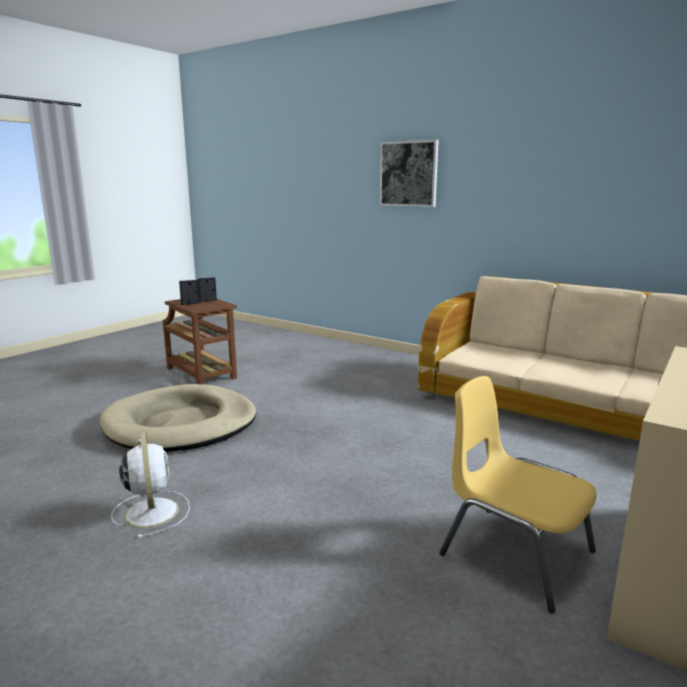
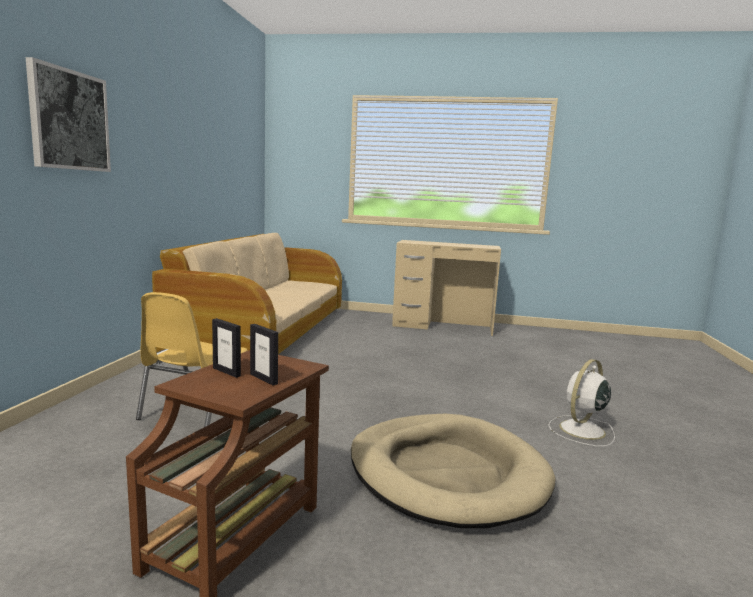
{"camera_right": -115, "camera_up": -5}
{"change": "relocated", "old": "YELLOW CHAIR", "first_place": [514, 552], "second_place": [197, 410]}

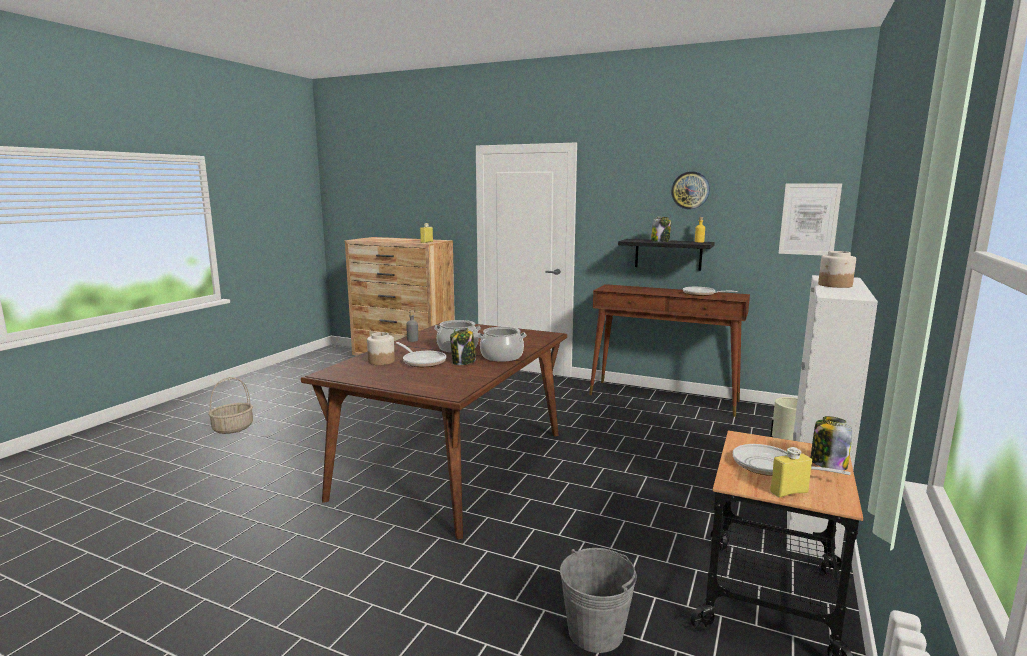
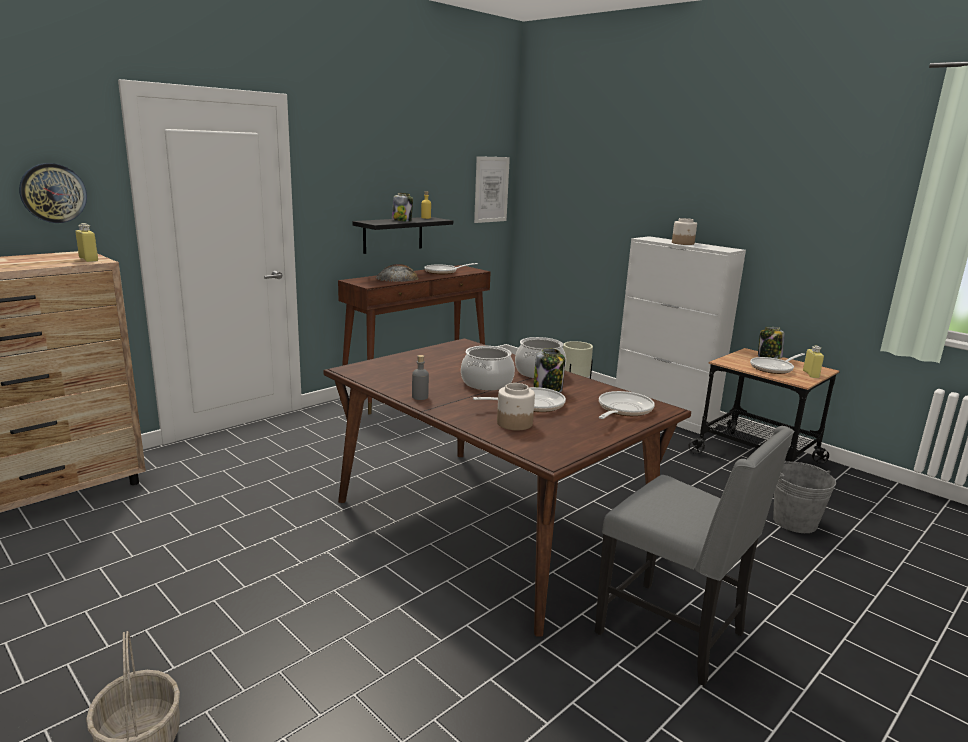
{"camera_right": -70, "camera_up": 5}
{"change": "appeared", "new": "BREAD", "second_place": [397, 278]}
{"change": "appeared", "new": "GREY CHAIR", "second_place": [674, 633]}
{"change": "appeared", "new": "FRYING PAN", "second_place": [623, 410]}
{"change": "relocated", "old": "WALL CLOCK", "first_place": [690, 190], "second_place": [53, 193]}

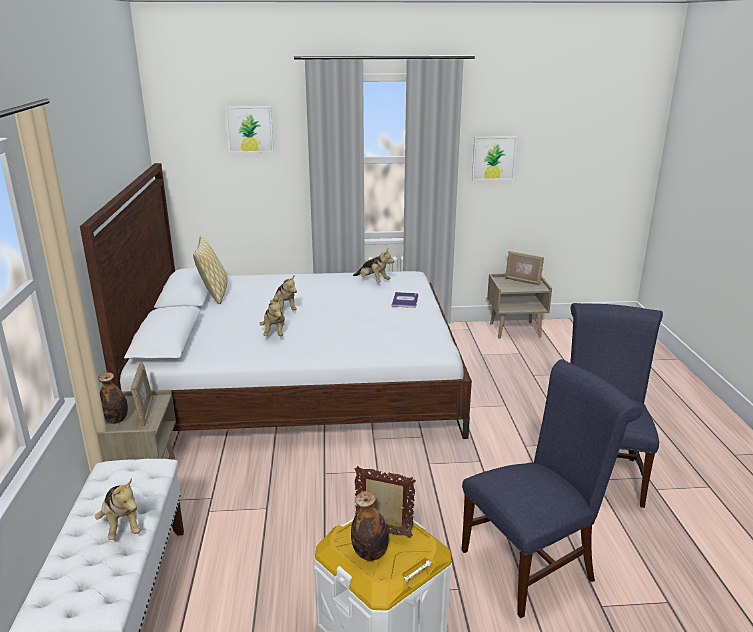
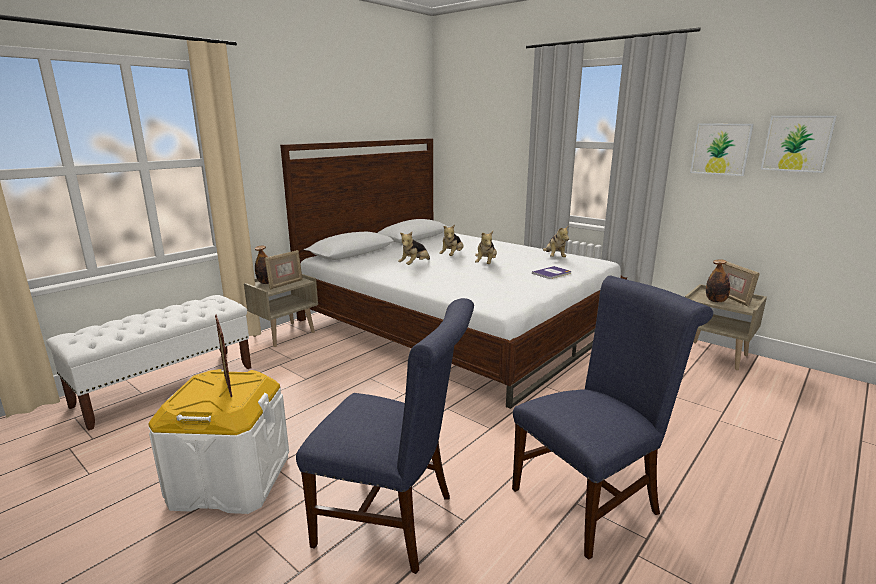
{"camera_right": 45, "camera_up": -5}
{"change": "missing", "old": "PILLOW", "first_place": [214, 294]}
{"change": "relocated", "old": "PLUSH TOY", "first_place": [122, 525], "second_place": [486, 264]}
{"change": "relocated", "old": "PICTURE", "first_place": [250, 129], "second_place": [797, 143]}
{"change": "relocated", "old": "BOTTLE", "first_place": [370, 553], "second_place": [715, 301]}

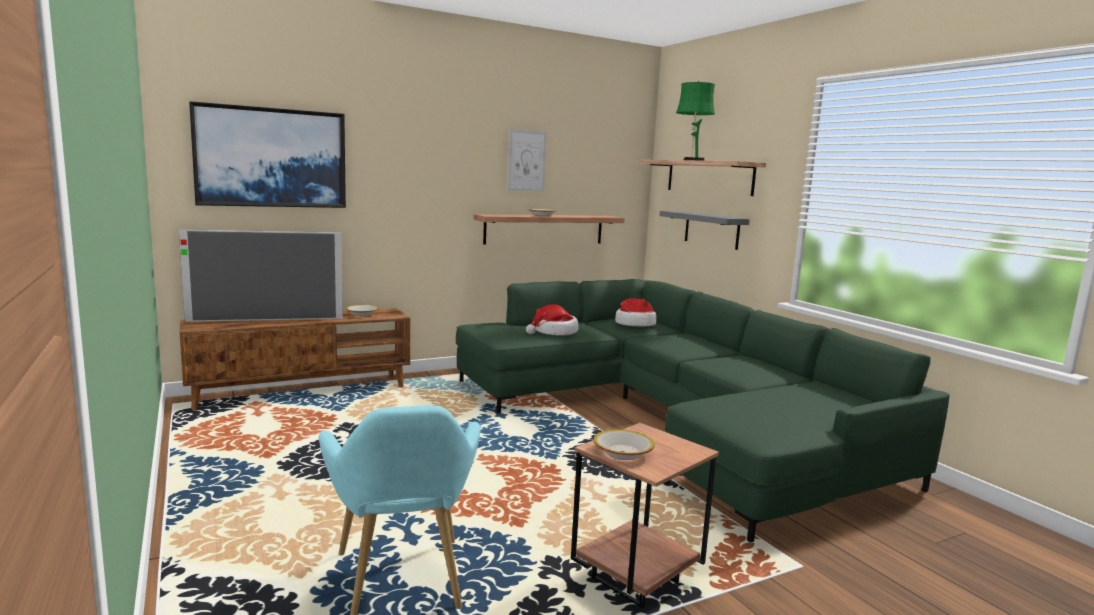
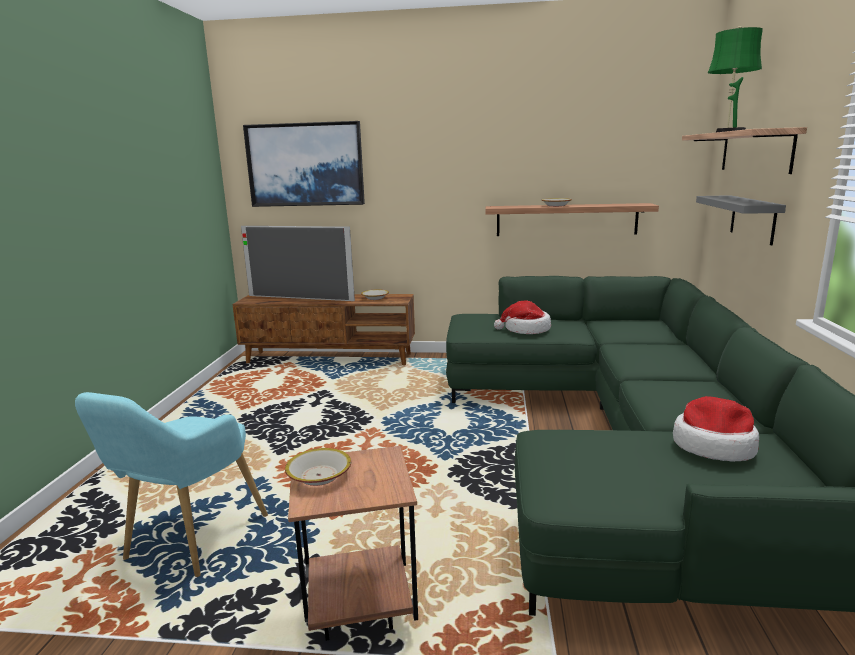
{"camera_right": 35, "camera_up": 5}
{"change": "missing", "old": "PICTURE", "first_place": [526, 161]}
{"change": "relocated", "old": "HAT", "first_place": [634, 324], "second_place": [713, 446]}

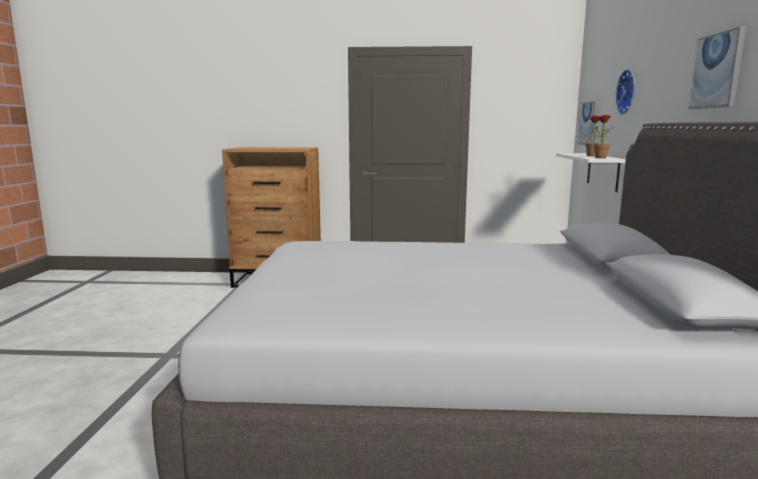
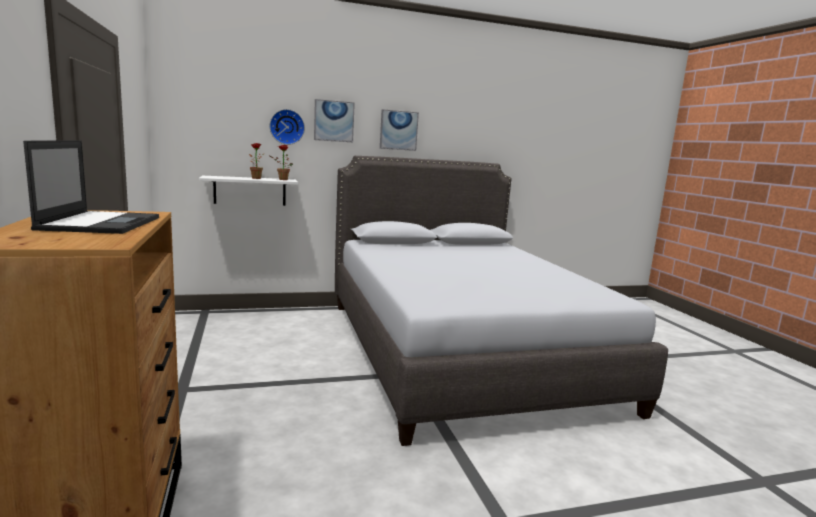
{"camera_right": -110, "camera_up": 0}
{"change": "appeared", "new": "LAPTOP", "second_place": [101, 223]}
{"change": "relocated", "old": "PICTURE", "first_place": [588, 123], "second_place": [334, 121]}

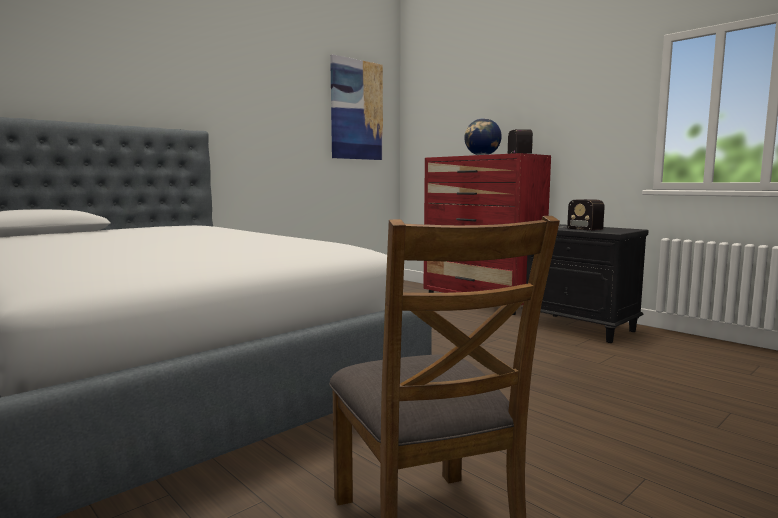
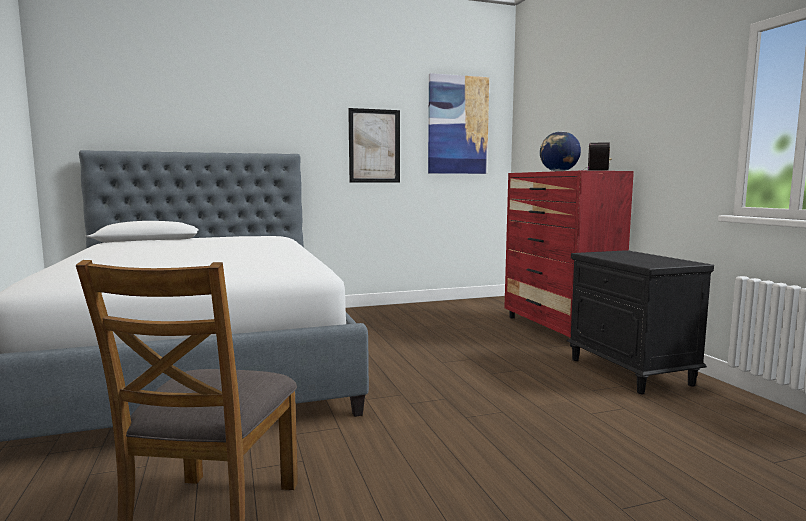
{"camera_right": 25, "camera_up": 0}
{"change": "missing", "old": "RADIO", "first_place": [577, 228]}
{"change": "appeared", "new": "PICTURE", "second_place": [374, 146]}

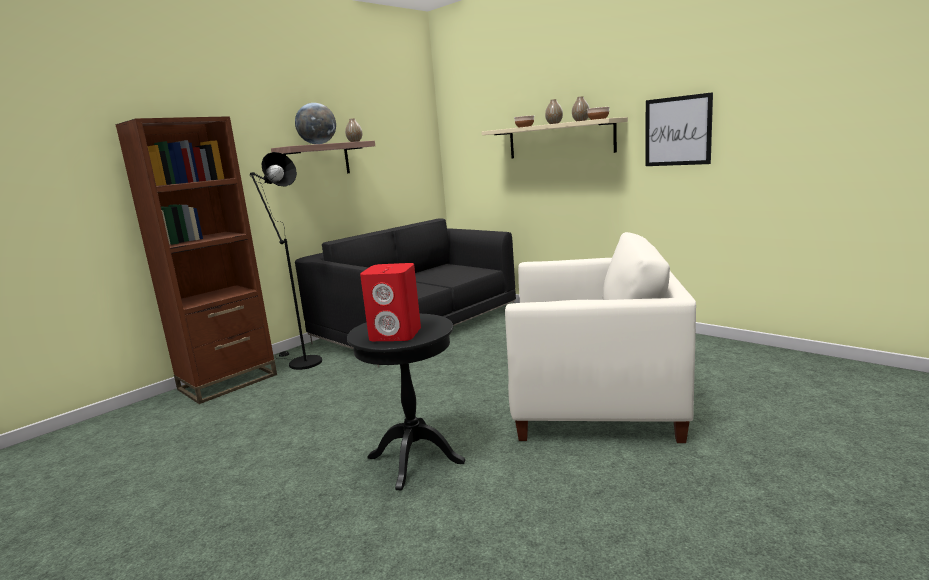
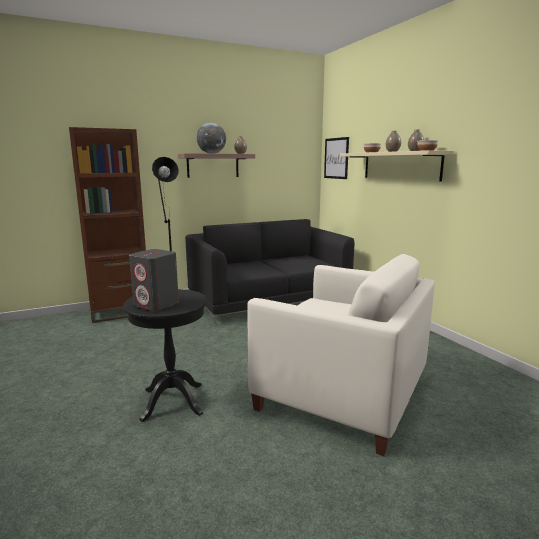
{"camera_right": 20, "camera_up": 0}
{"change": "relocated", "old": "PICTURE", "first_place": [677, 131], "second_place": [336, 158]}
{"change": "colour", "old": "RED SPEAKER", "new": "GREY SPEAKER", "first_place": [396, 334], "second_place": [156, 304]}

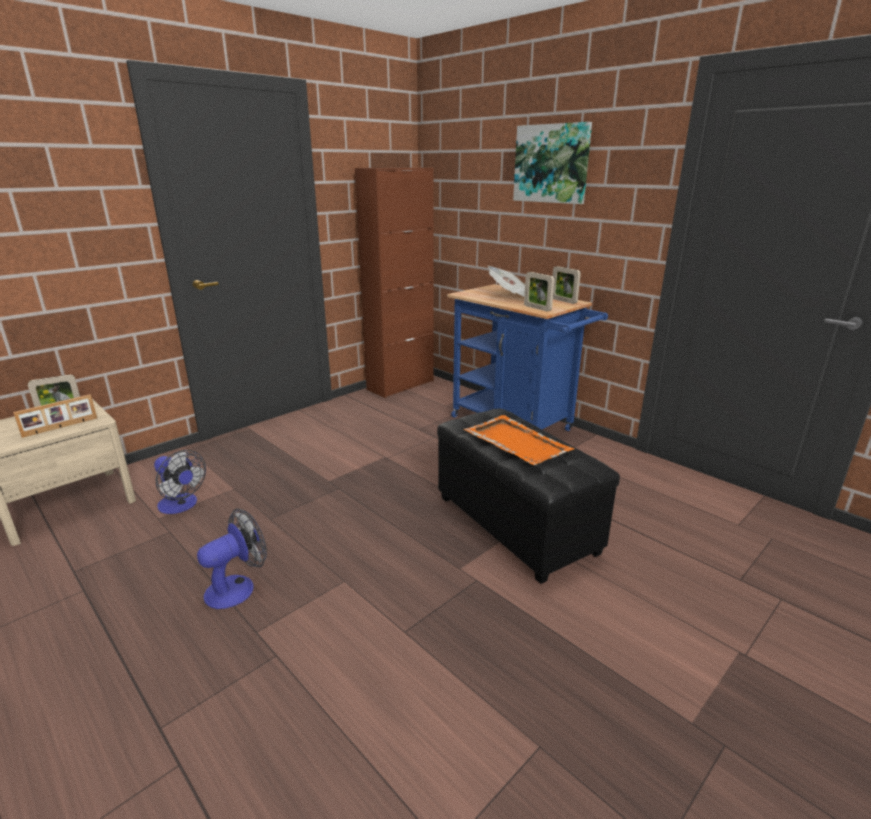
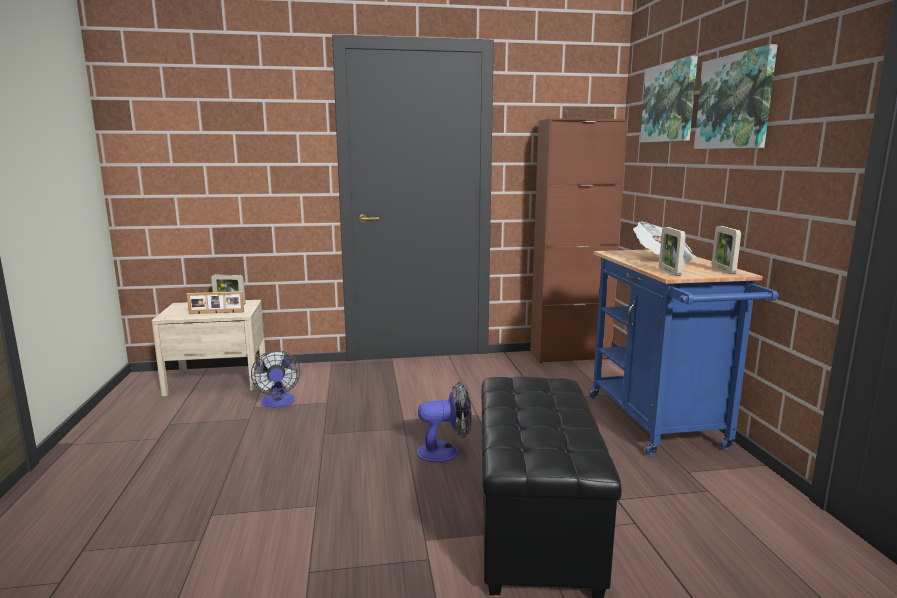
{"camera_right": 35, "camera_up": -10}
{"change": "missing", "old": "ORANGE TRAY", "first_place": [516, 442]}
{"change": "appeared", "new": "PICTURE", "second_place": [669, 103]}
{"change": "relocated", "old": "FAN", "first_place": [238, 587], "second_place": [445, 451]}

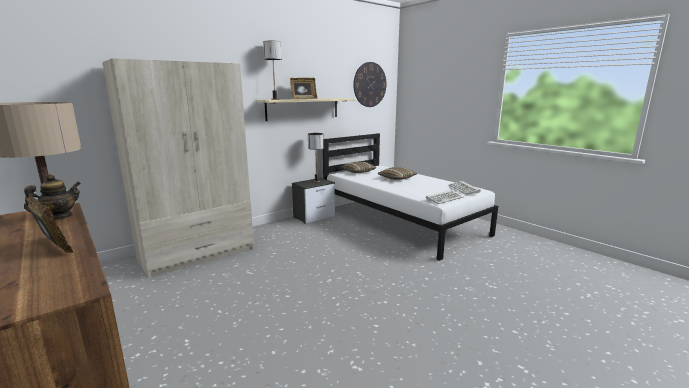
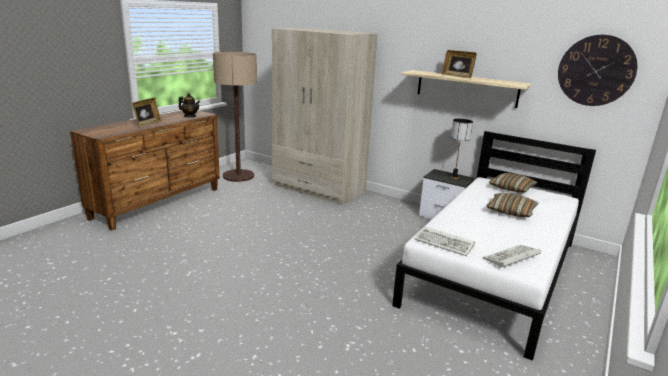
{"camera_right": 70, "camera_up": 5}
{"change": "missing", "old": "TABLE LAMP", "first_place": [275, 99]}

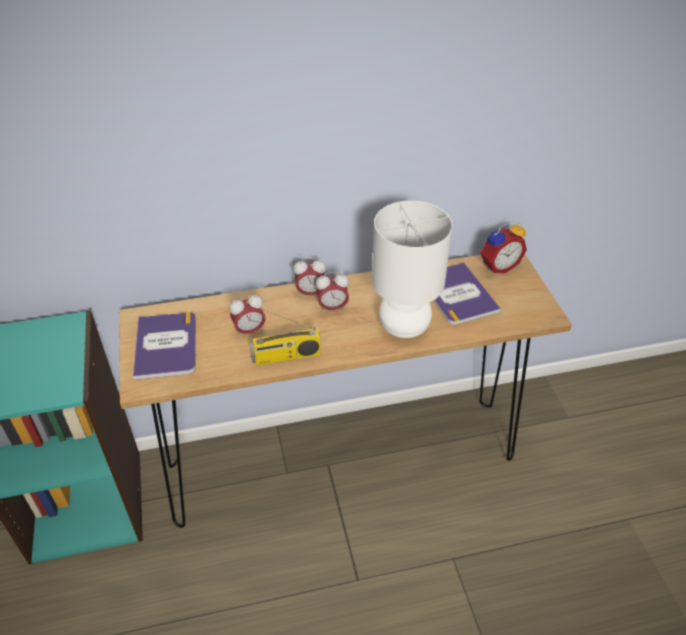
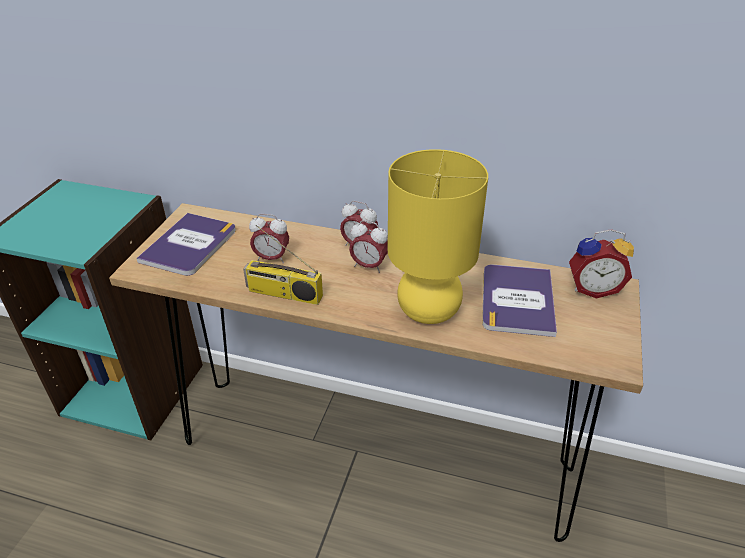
{"camera_right": 30, "camera_up": -5}
{"change": "colour", "old": "WHITE TABLE LAMP", "new": "YELLOW TABLE LAMP", "first_place": [405, 327], "second_place": [429, 311]}

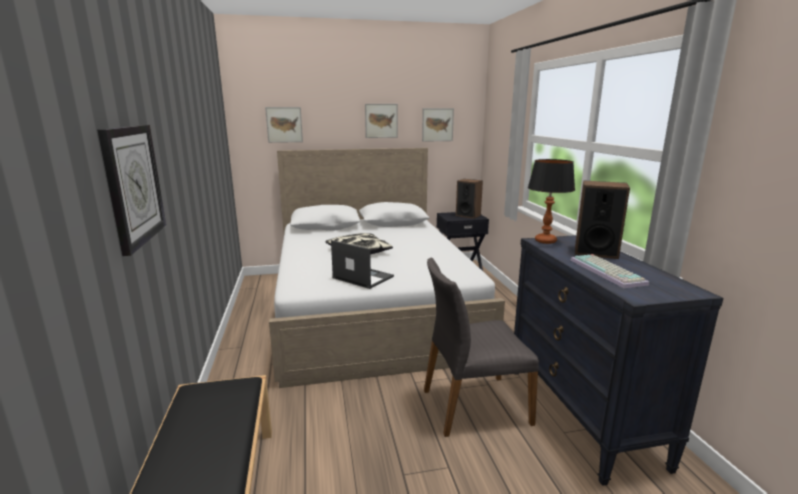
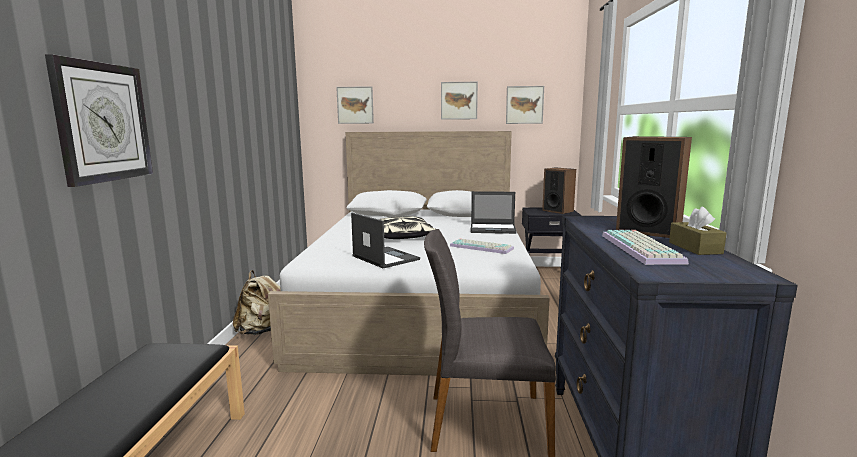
{"camera_right": 15, "camera_up": -5}
{"change": "missing", "old": "TABLE LAMP", "first_place": [545, 241]}
{"change": "appeared", "new": "BEIGE BACKPACK", "second_place": [262, 331]}
{"change": "appeared", "new": "KEYBOARD", "second_place": [482, 247]}
{"change": "appeared", "new": "LAPTOP", "second_place": [493, 229]}
{"change": "appeared", "new": "BROWN TISSUE BOX", "second_place": [695, 248]}

